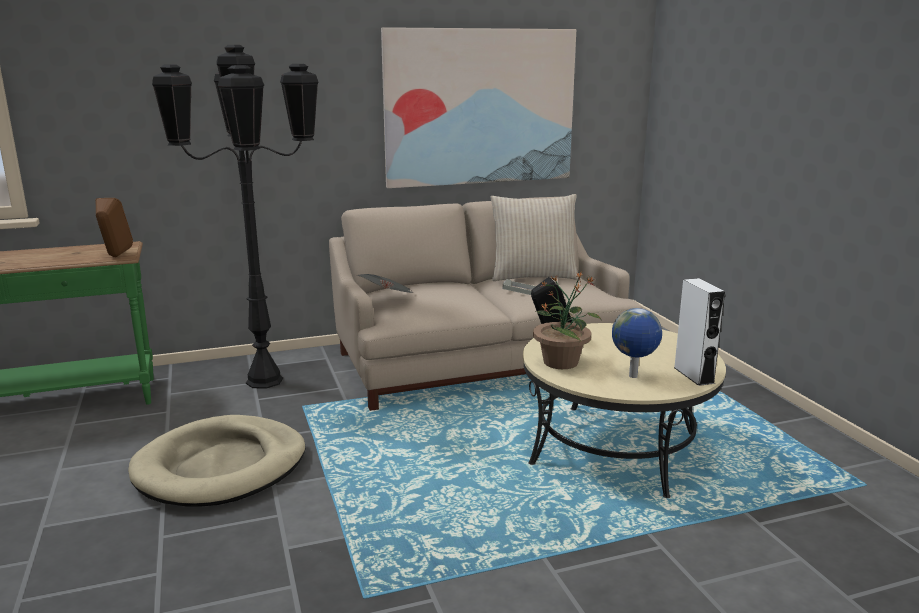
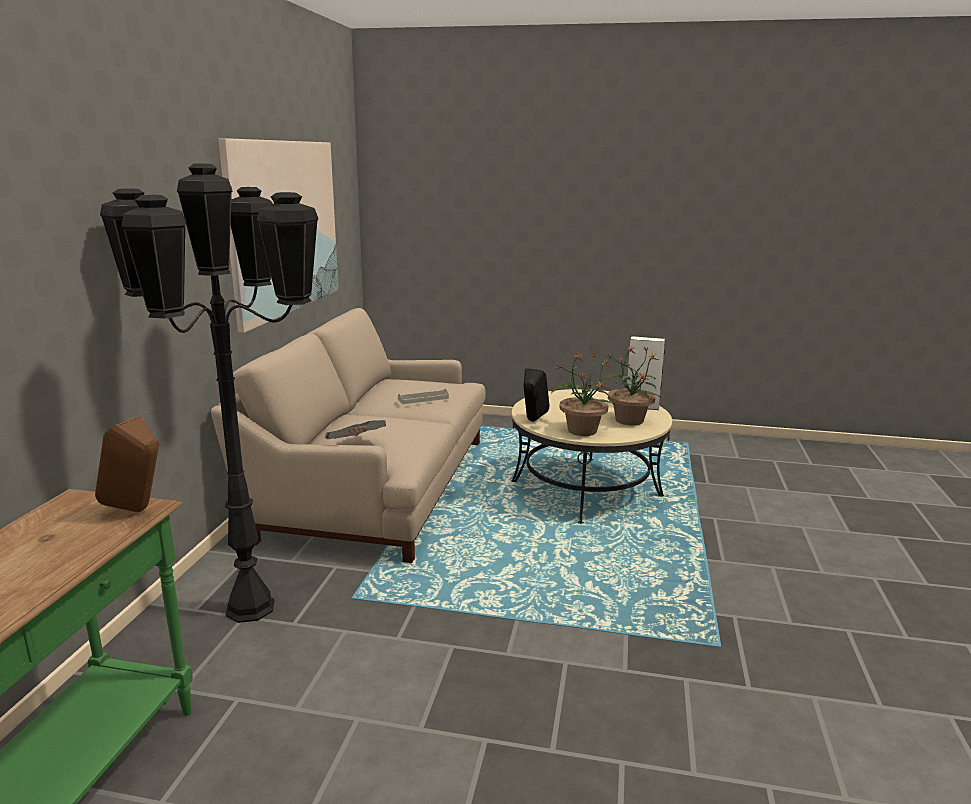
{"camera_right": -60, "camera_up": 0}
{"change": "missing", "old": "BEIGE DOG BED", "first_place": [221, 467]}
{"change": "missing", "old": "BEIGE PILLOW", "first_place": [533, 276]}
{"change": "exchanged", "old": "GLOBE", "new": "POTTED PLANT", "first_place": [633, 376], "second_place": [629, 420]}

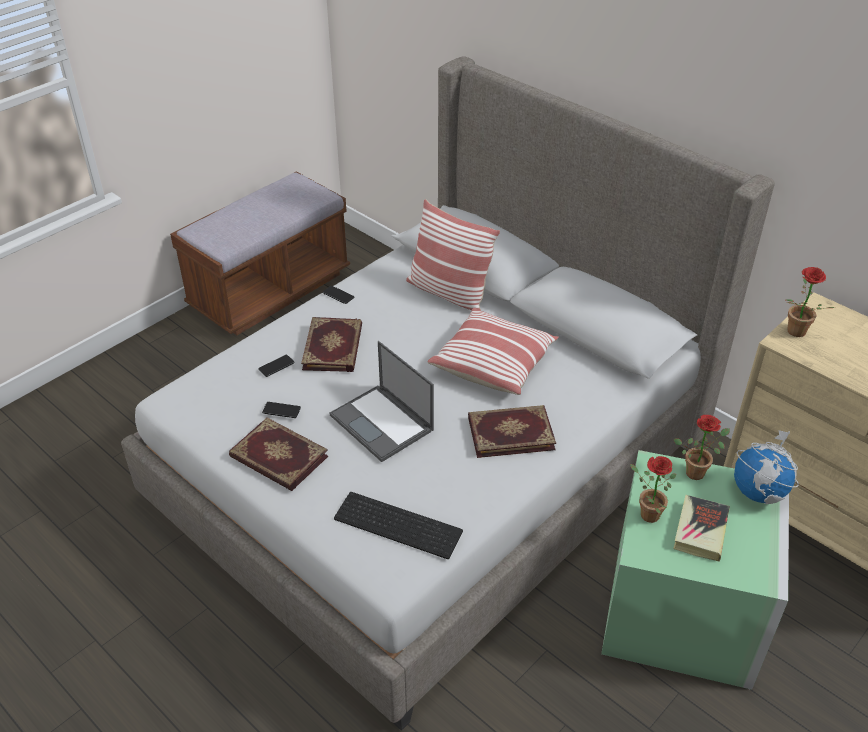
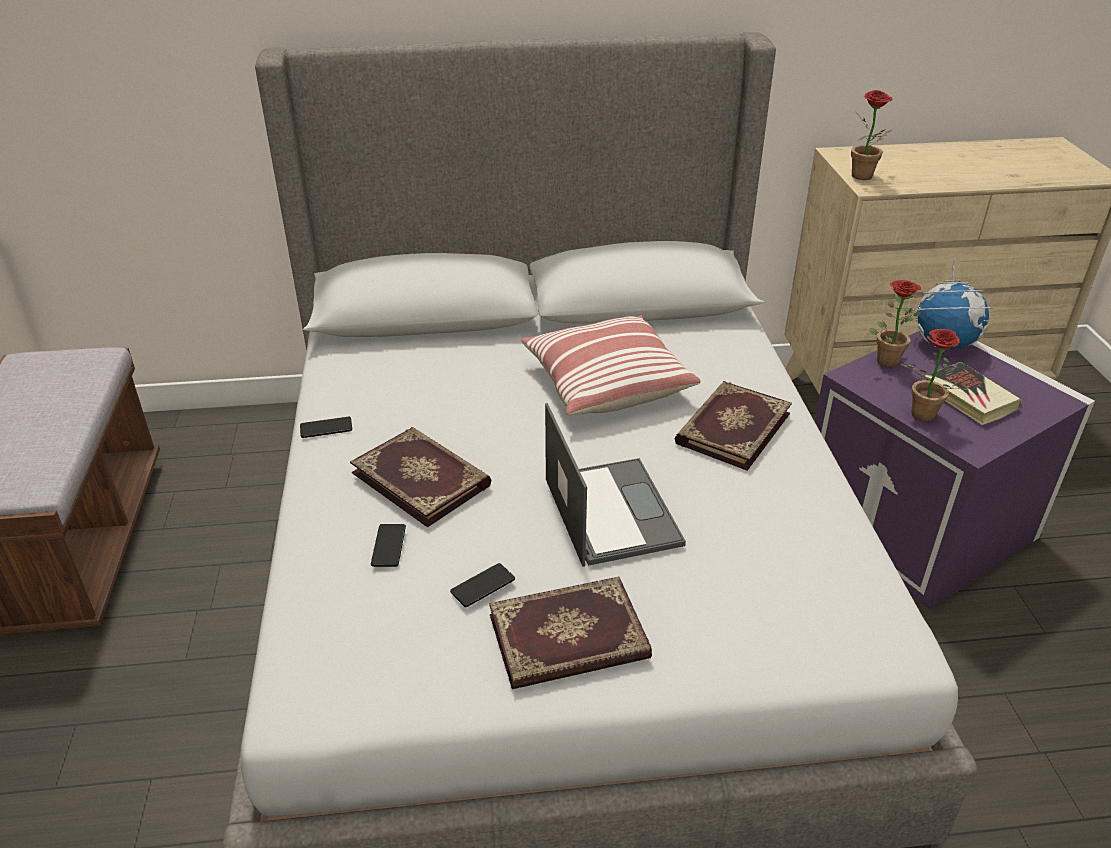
{"camera_right": -50, "camera_up": -5}
{"change": "missing", "old": "KEYBOARD", "first_place": [400, 524]}
{"change": "missing", "old": "PILLOW", "first_place": [448, 292]}
{"change": "colour", "old": "GREEN STORAGE BOX", "new": "PURPLE STORAGE BOX", "first_place": [684, 613], "second_place": [919, 523]}
{"change": "spun", "old": "LAPTOP", "first_place": [382, 423], "second_place": [610, 510], "degrees": -105}

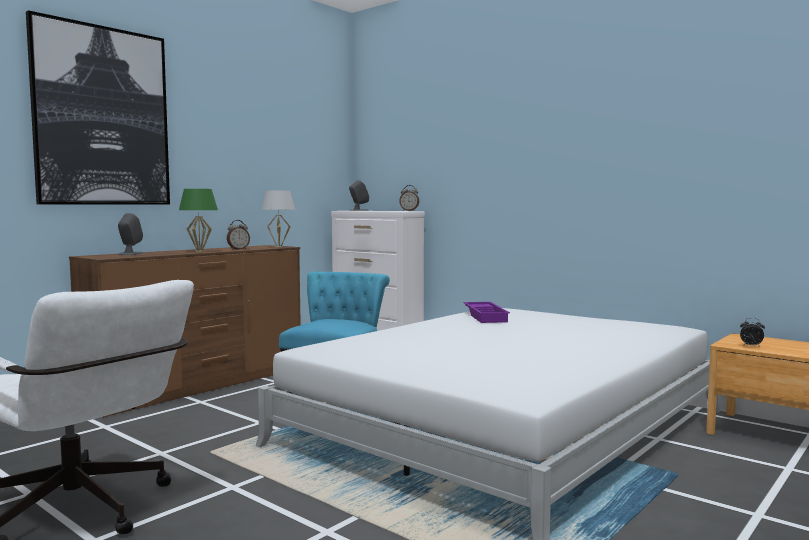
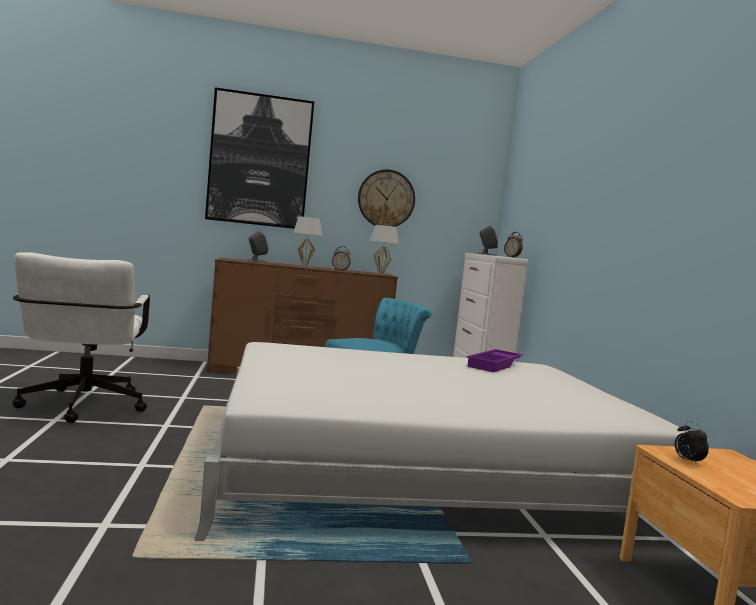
{"camera_right": 40, "camera_up": 0}
{"change": "appeared", "new": "WALL CLOCK", "second_place": [386, 199]}
{"change": "colour", "old": "GREEN TABLE LAMP", "new": "WHITE TABLE LAMP", "first_place": [199, 251], "second_place": [304, 267]}

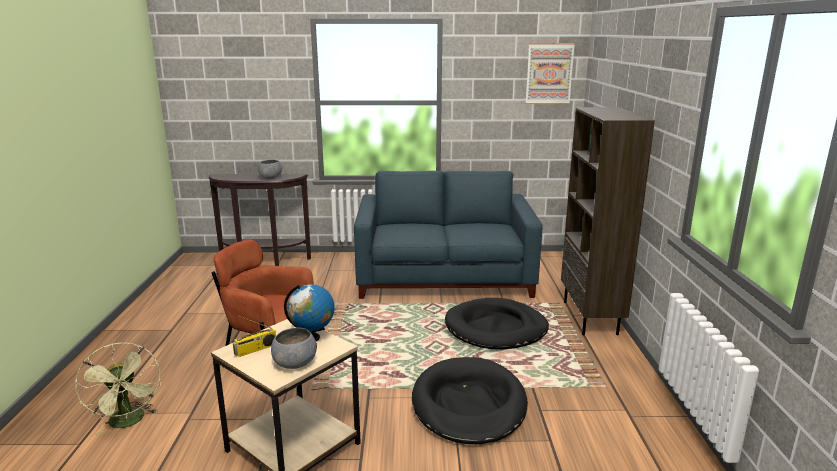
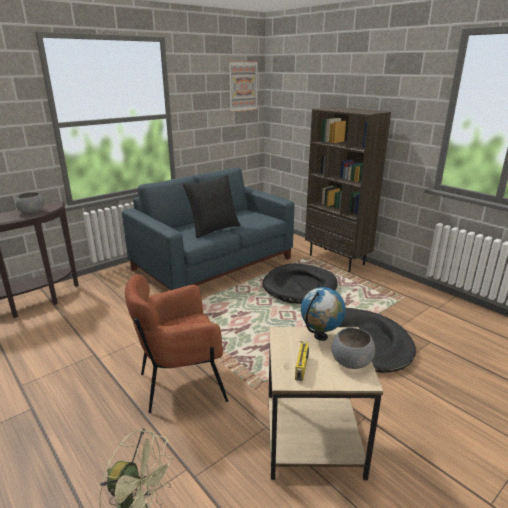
{"camera_right": -40, "camera_up": 5}
{"change": "appeared", "new": "BLACK PILLOW", "second_place": [213, 229]}

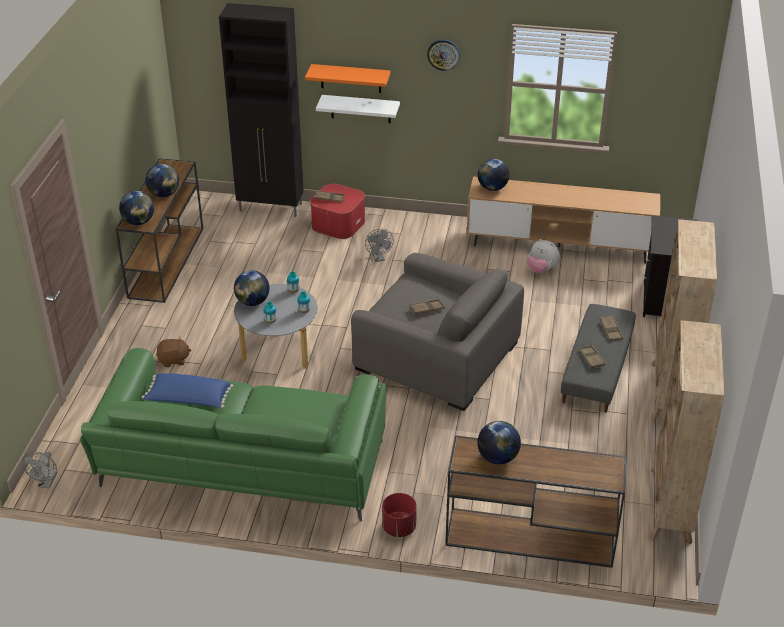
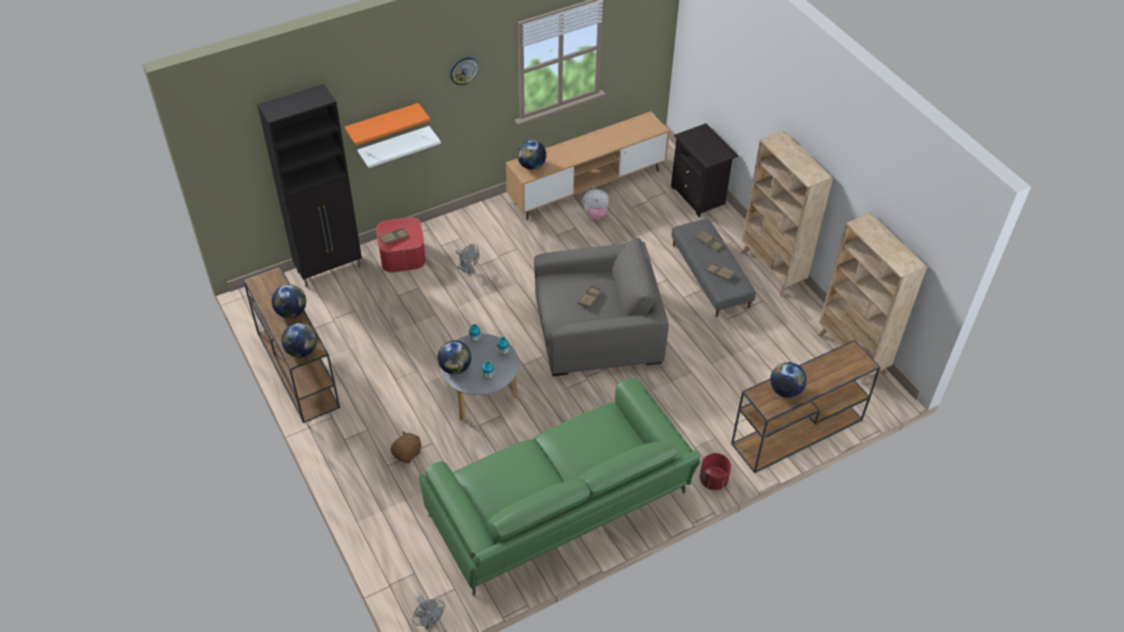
{"camera_right": -40, "camera_up": 10}
{"change": "missing", "old": "BLUE PILLOW", "first_place": [188, 399]}

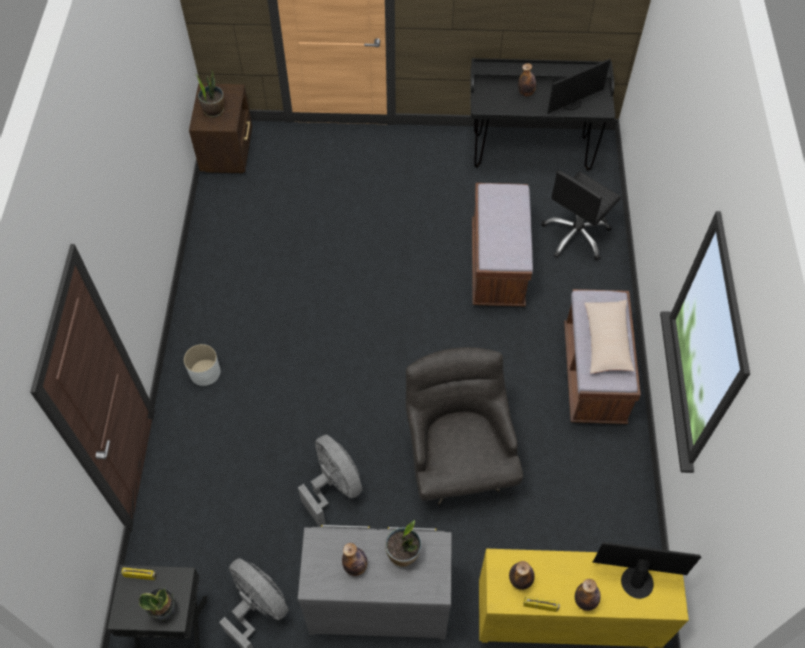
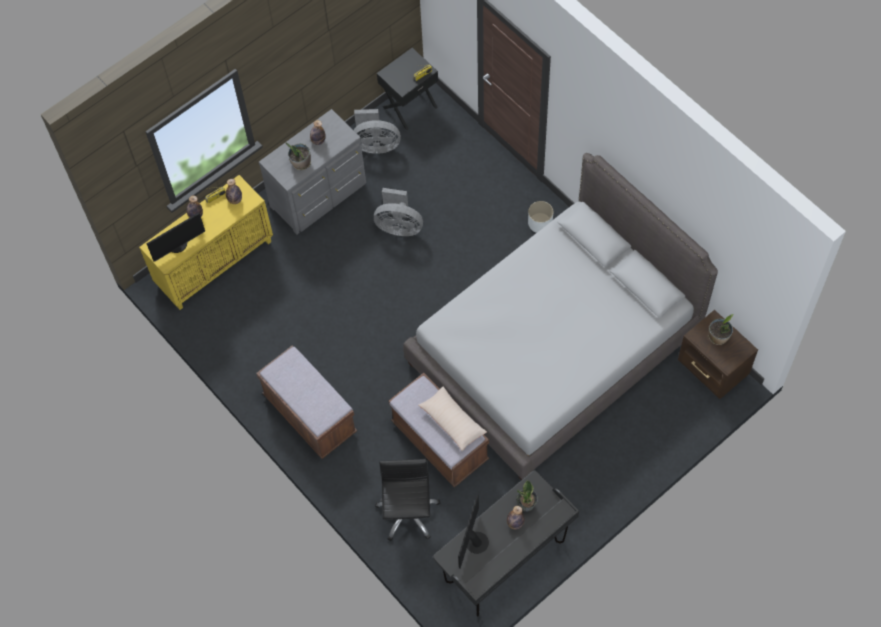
{"camera_right": 140, "camera_up": 5}
{"change": "missing", "old": "GREY ARMCHAIR", "first_place": [458, 457]}
{"change": "appeared", "new": "GREY BED", "second_place": [554, 348]}
{"change": "relocated", "old": "POTTED PLANT", "first_place": [164, 609], "second_place": [527, 504]}
{"change": "relocated", "old": "BEIGE PILLOW", "first_place": [607, 341], "second_place": [452, 421]}

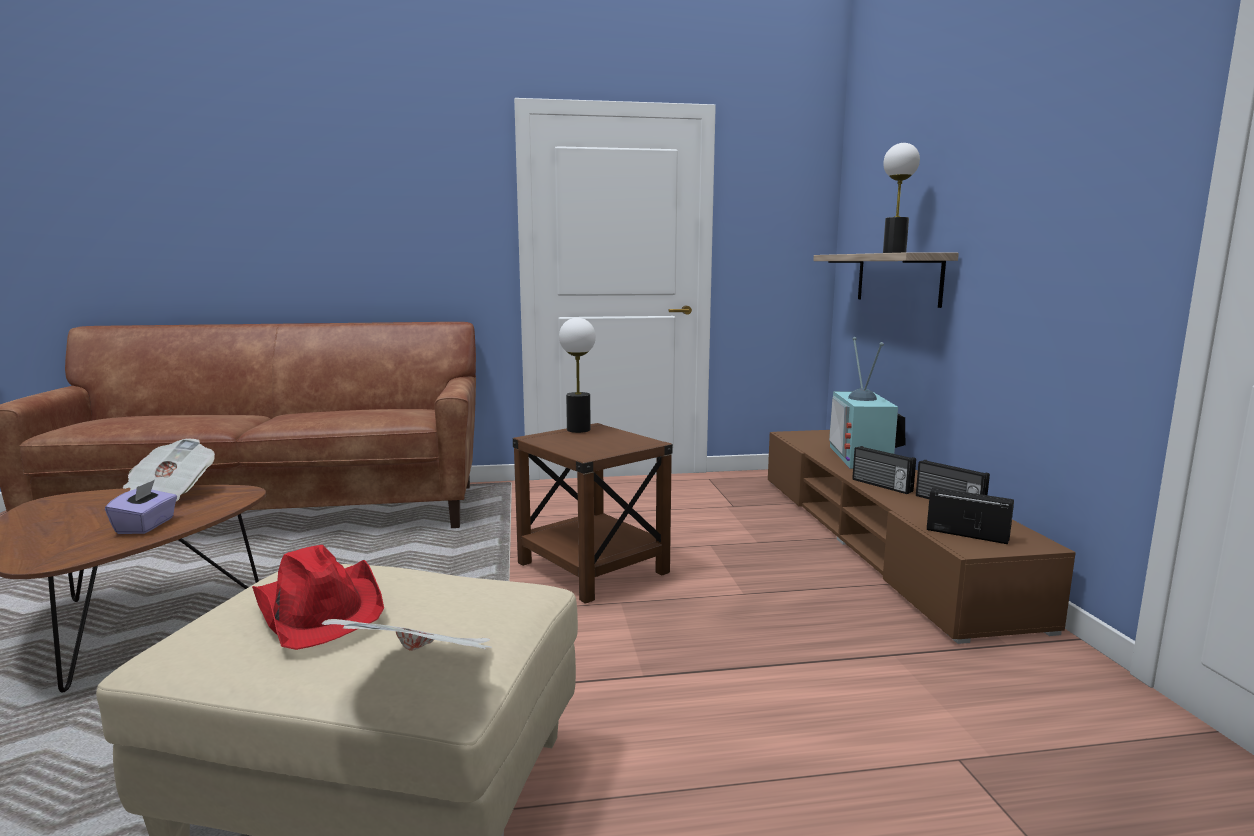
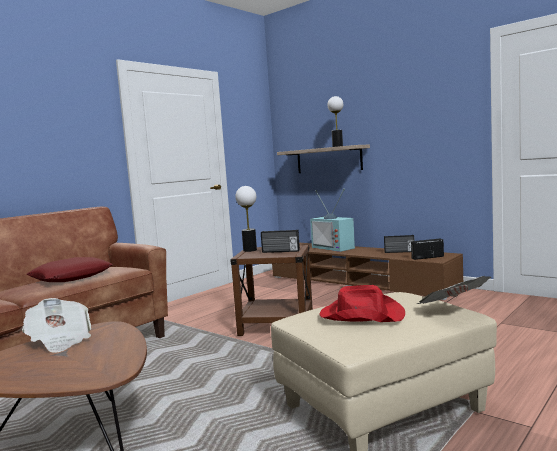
{"camera_right": -40, "camera_up": -5}
{"change": "missing", "old": "PURPLE TISSUE BOX", "first_place": [146, 526]}
{"change": "appeared", "new": "RED PILLOW", "second_place": [71, 277]}
{"change": "relocated", "old": "RADIO", "first_place": [881, 485], "second_place": [280, 251]}

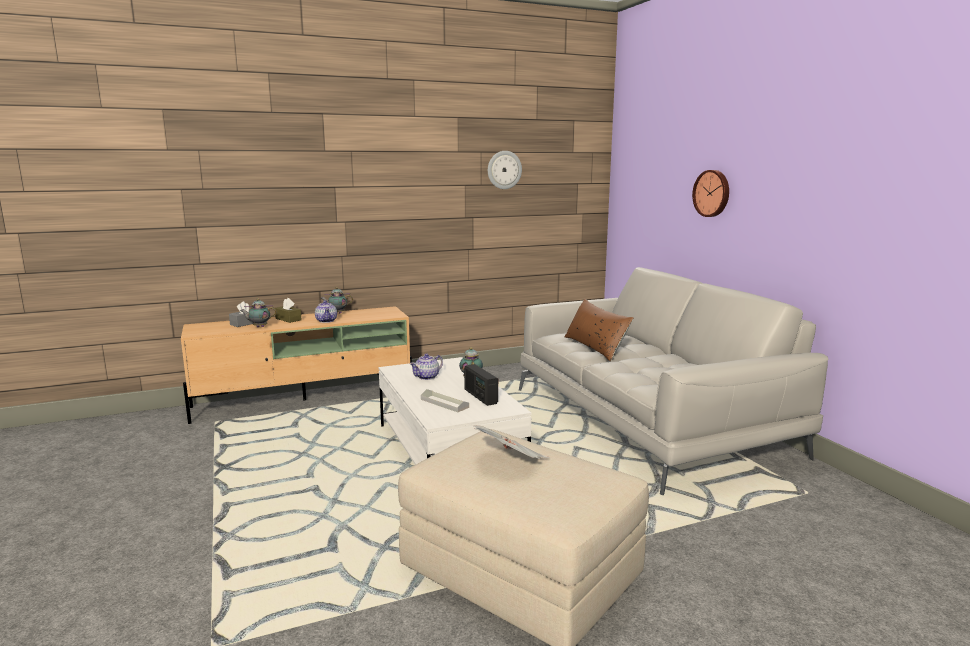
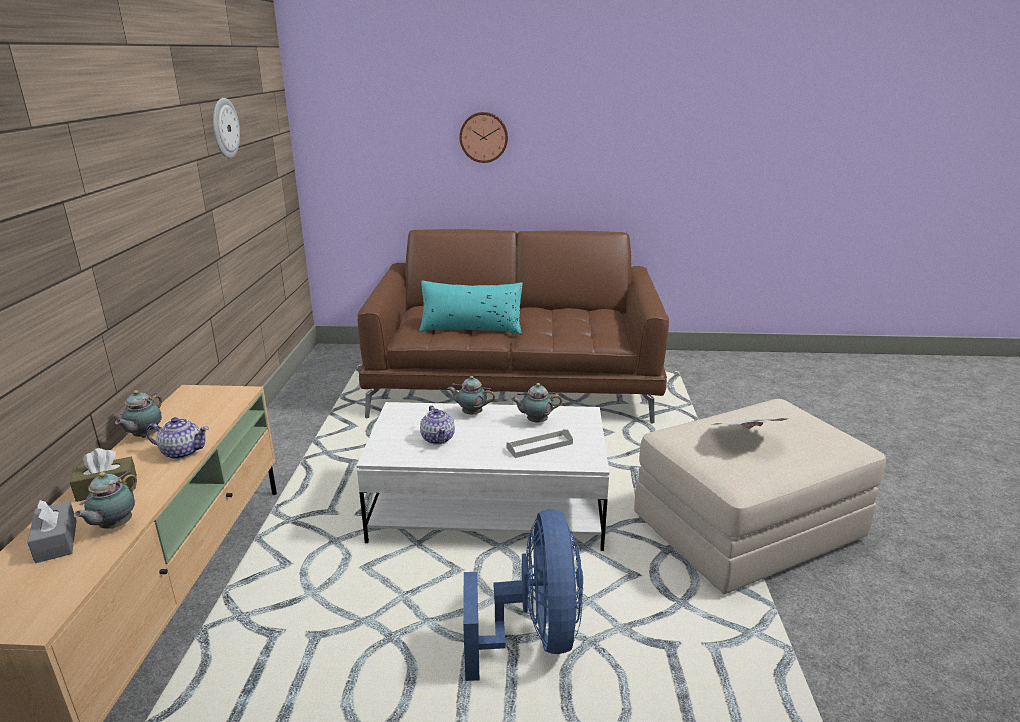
{"camera_right": -65, "camera_up": 10}
{"change": "appeared", "new": "BLUE FAN", "second_place": [534, 635]}
{"change": "exchanged", "old": "RADIO", "new": "TEAPOT", "first_place": [480, 396], "second_place": [535, 421]}
{"change": "colour", "old": "GREY SOFA", "new": "BROWN SOFA", "first_place": [648, 422], "second_place": [515, 381]}
{"change": "colour", "old": "BROWN PILLOW", "new": "TURQUOISE PILLOW", "first_place": [595, 347], "second_place": [471, 328]}

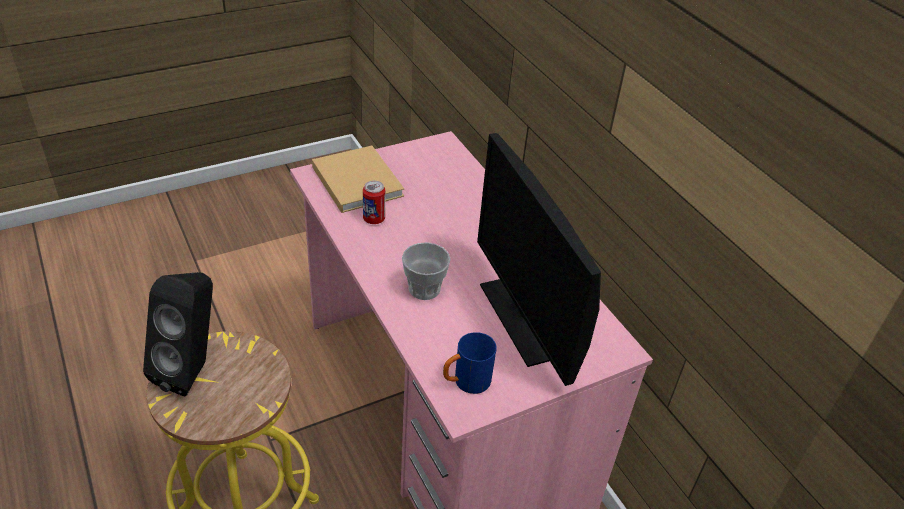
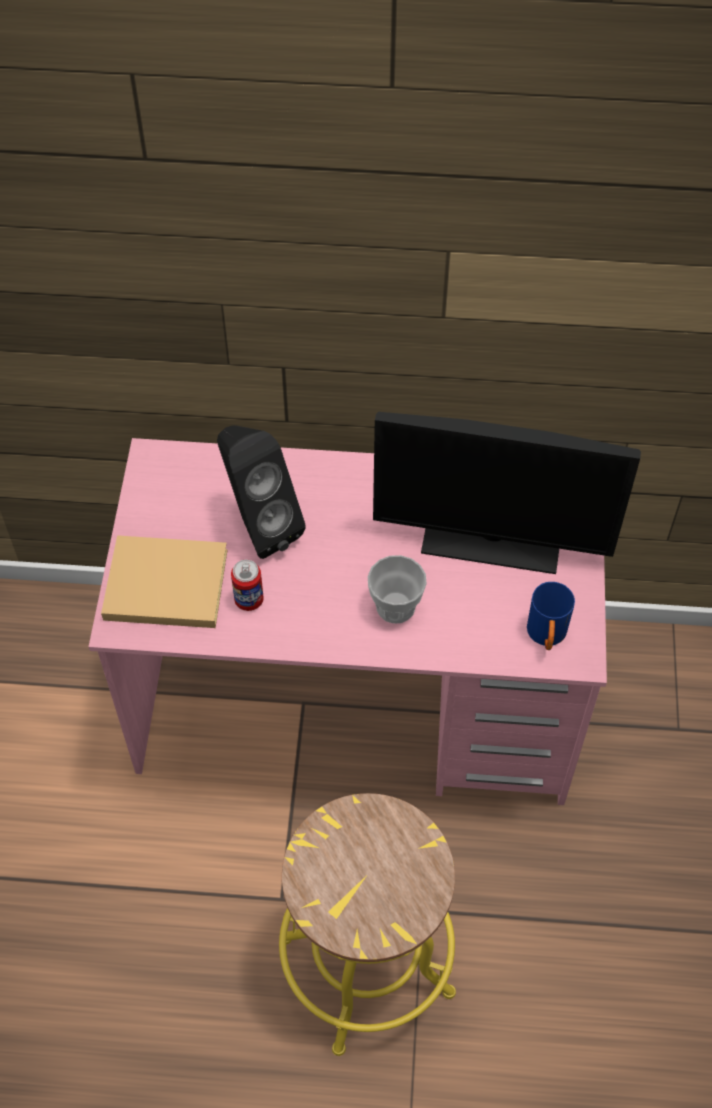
{"camera_right": -55, "camera_up": 15}
{"change": "relocated", "old": "BLACK SPEAKER", "first_place": [193, 369], "second_place": [259, 526]}

